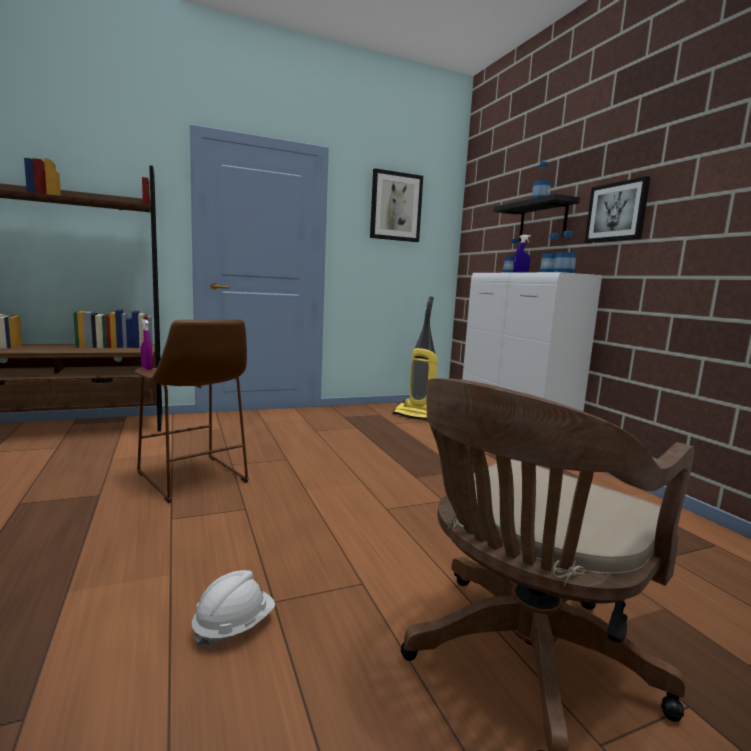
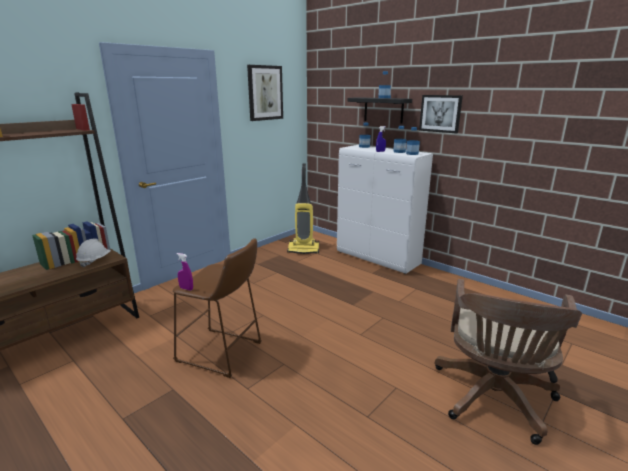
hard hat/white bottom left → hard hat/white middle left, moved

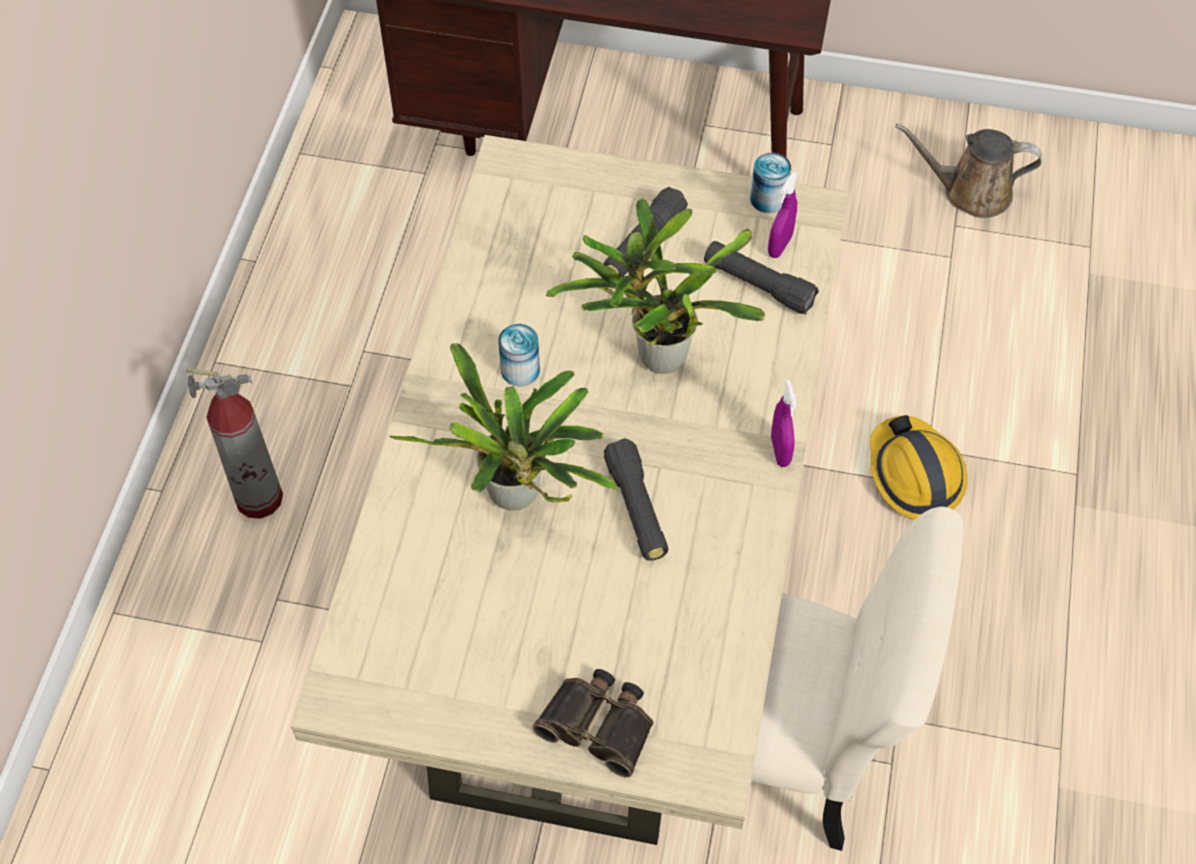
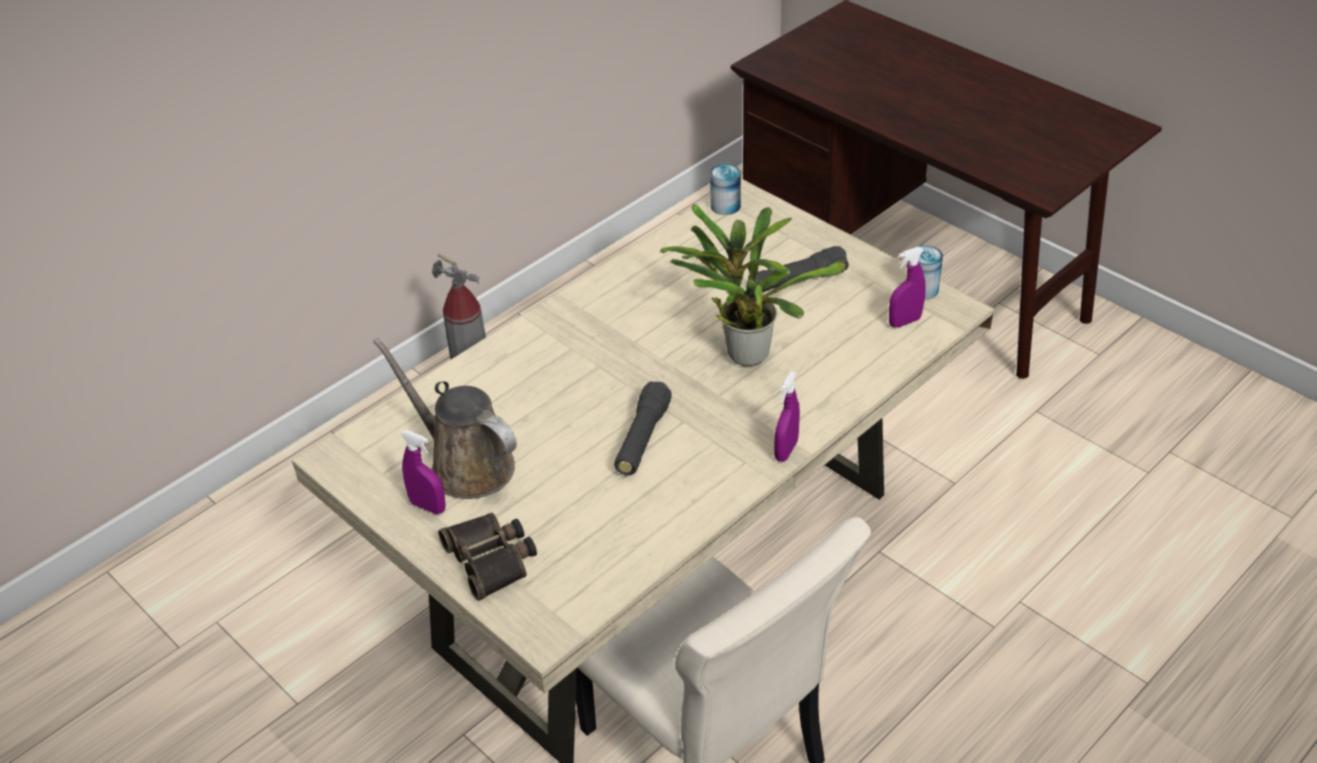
plant in a pot (1st from left) centre → -
sealed can (1st from left) centre → sealed can (1st from left) top centre, moved
hand torch/black-coloured (3rd from left) top centre → -
hard hat middle right → -
watering can/brownish top right → watering can/brownish centre, moved
- → hand sprayer/purplish (1st from left) middle left

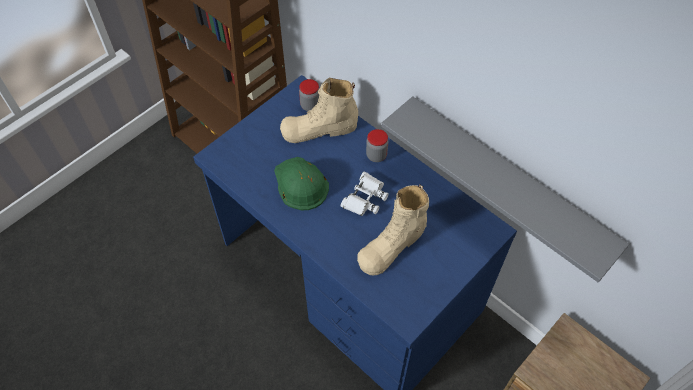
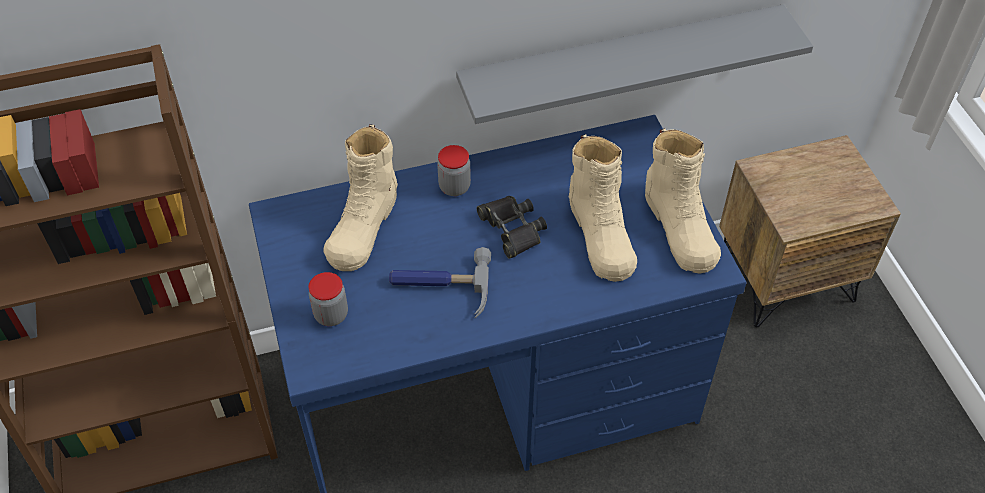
hard hat/greenish centre → hammer centre
preserve jar (1st from left) top centre → preserve jar (1st from left) middle left, moved
binoculars/white centre → binoculars/black-coloured centre
- → tall boot/sand-coloured (3rd from left) middle right

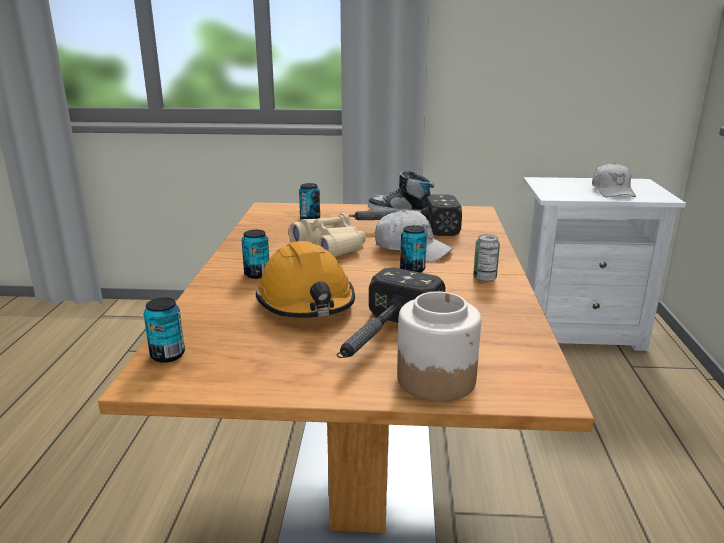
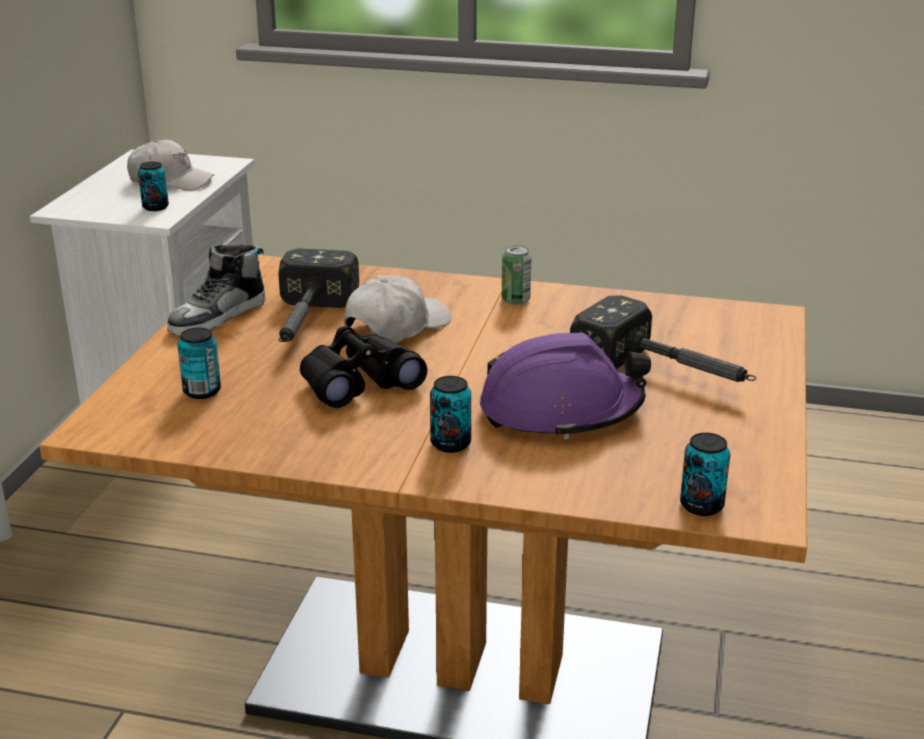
hard hat/orange-coloured centre → hard hat/purplish centre
binoculars/sand-coloured centre → binoculars/black-coloured centre
preserve jar centre → -
sealed can (4th from left in the first image) centre → sealed can (1st from left) top left, moved

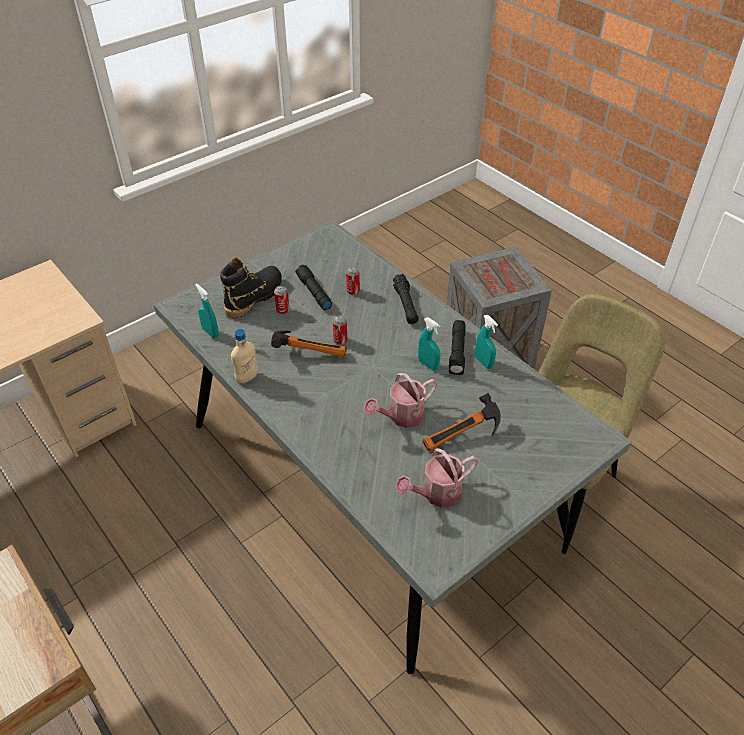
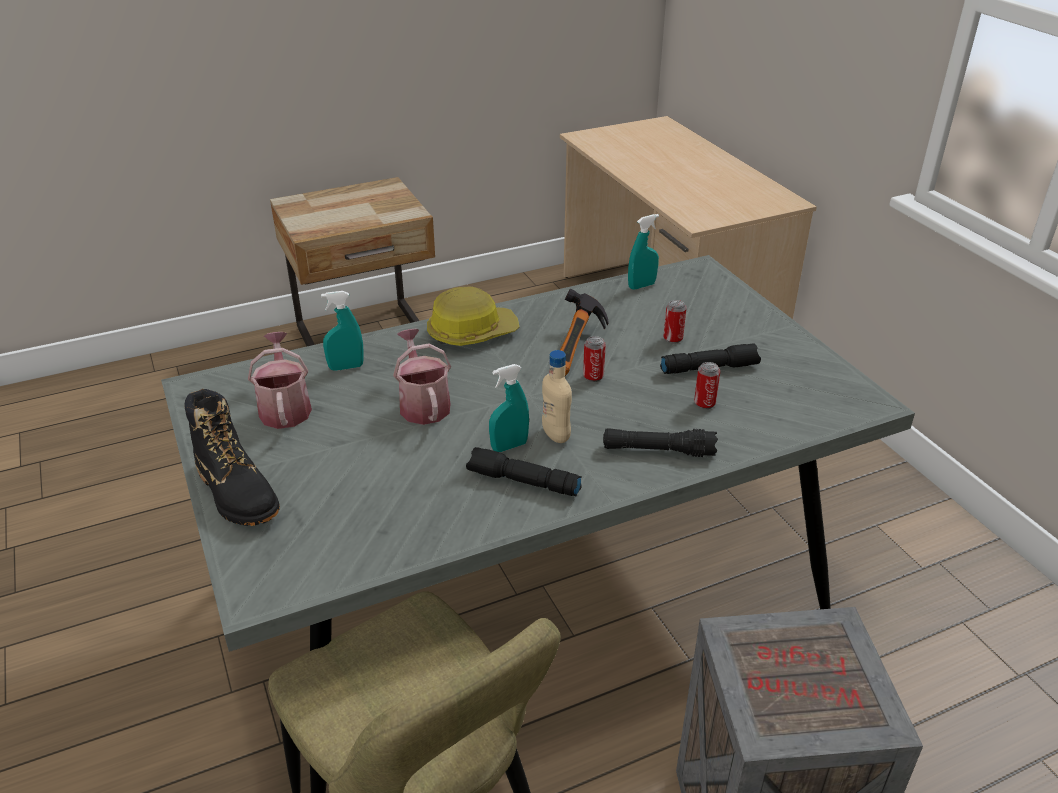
tall boot/black-coloured centre → tall boot/black-coloured middle left, moved
beverage bottle/sand-coloured middle left → beverage bottle/sand-coloured centre, moved
hammer (2nd from left) centre → -
hand sprayer/blue-green (3rd from left in the first image) centre → hand sprayer/blue-green (1st from left) middle left, moved
- → hard hat centre

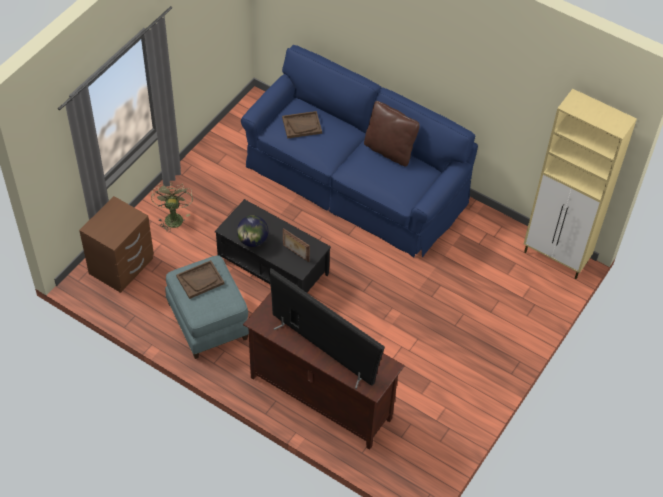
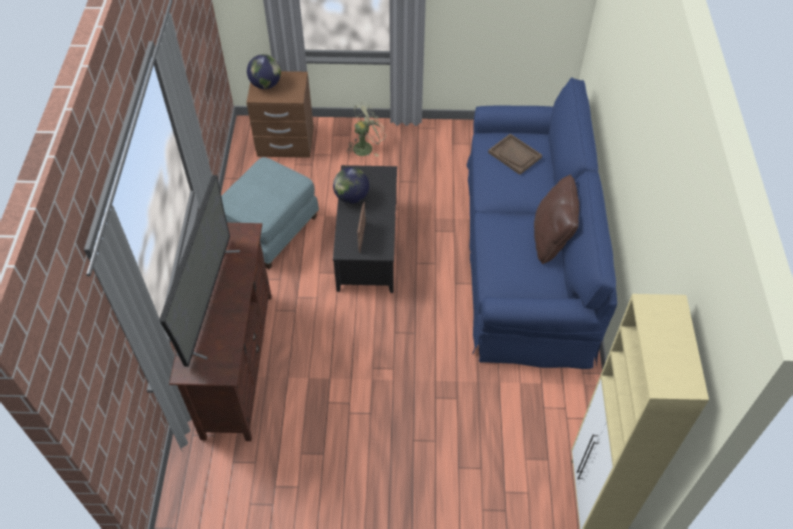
serving tray/brownish (1st from left) middle left → -
- → desk globe (1st from left) top left

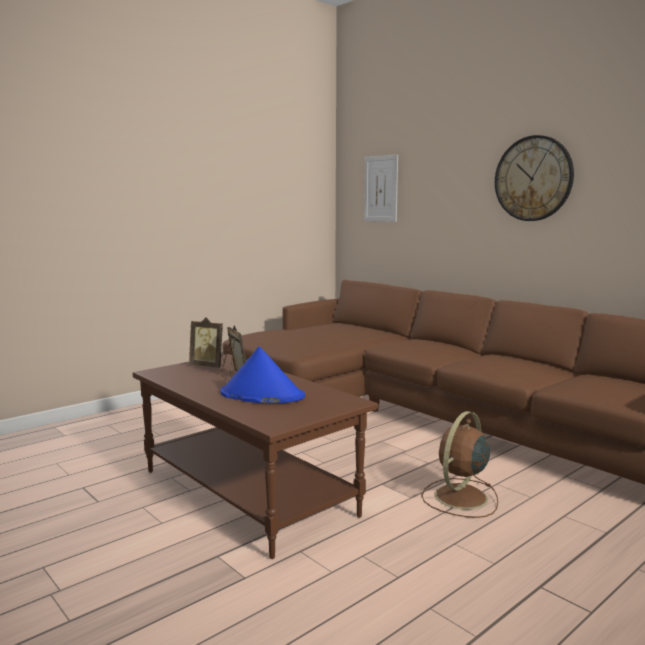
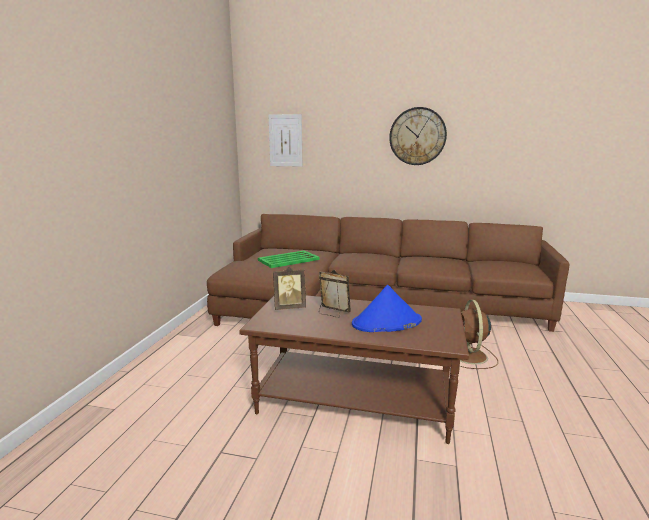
- → serving tray/greenish centre

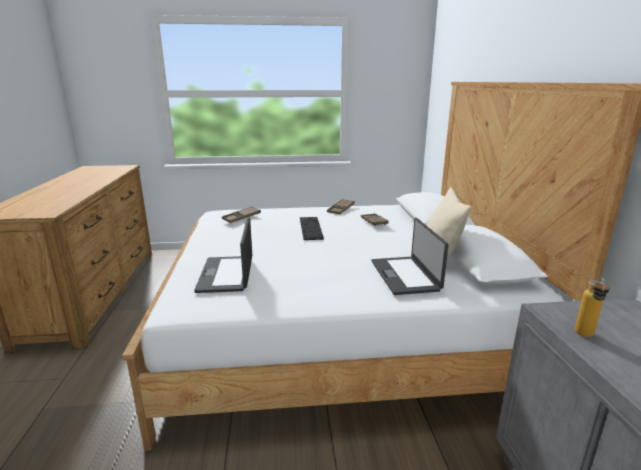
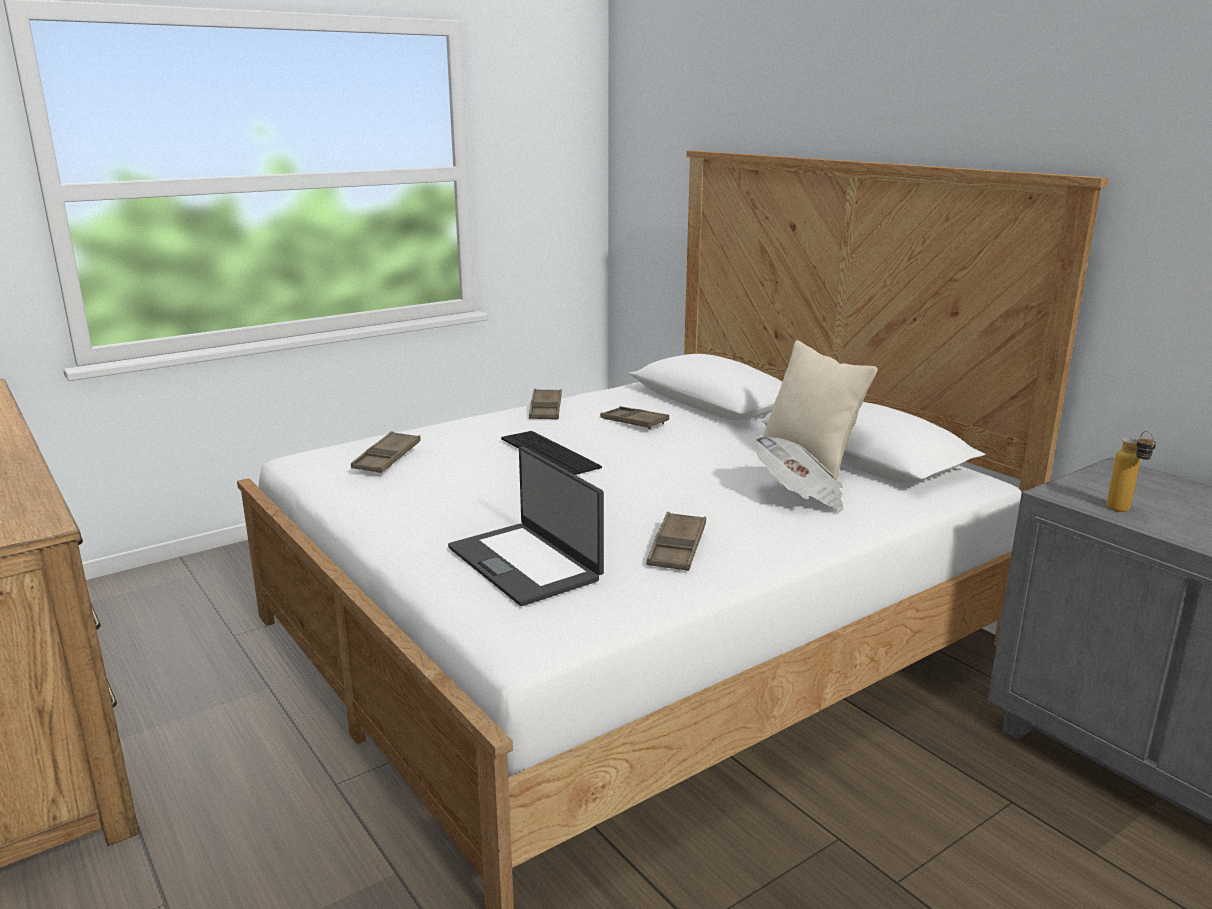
portable computer (2nd from left) centre → newspaper centre
- → serving tray/brownish (4th from left) centre

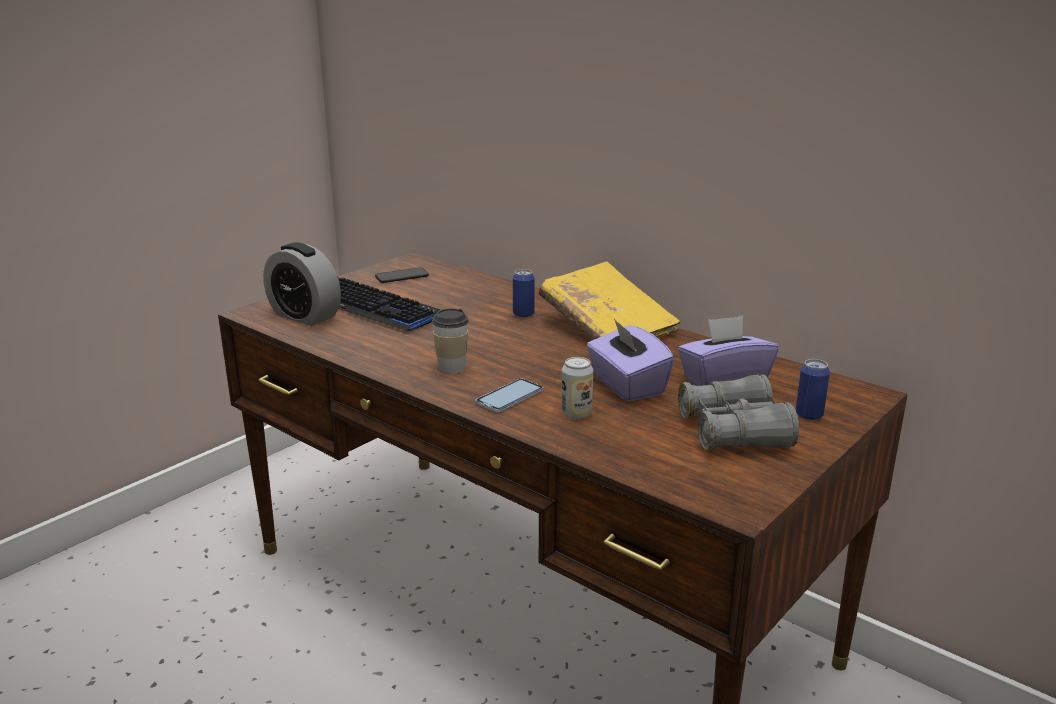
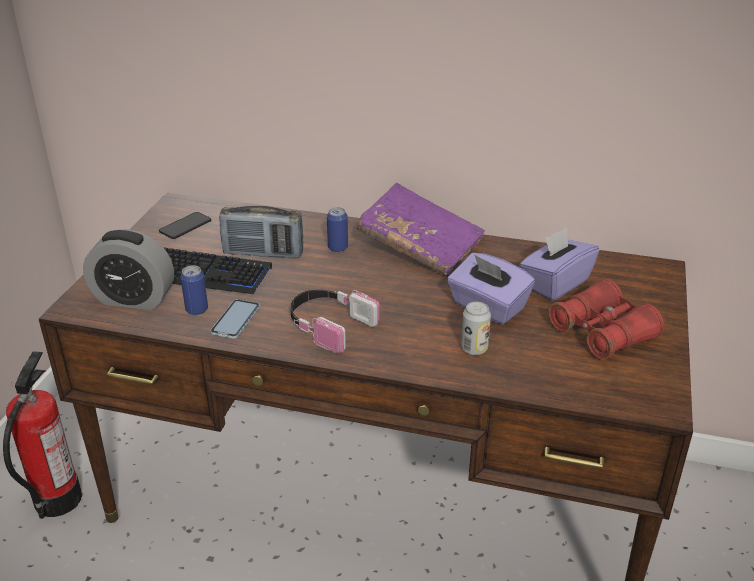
small cup centre → headset centre
handset (2nd from left) centre → handset (2nd from left) middle left, moved
bound book/yellow-coloured centre → bound book/purplish centre
binoculars/grey middle right → binoculars/red-coloured middle right
sealed can (3rd from left in the first image) middle right → sealed can (1st from left) middle left, moved
- → fire extinguisher bottom left
- → radio centre

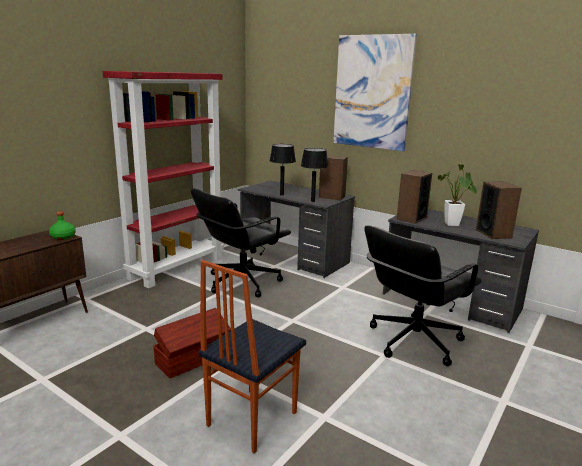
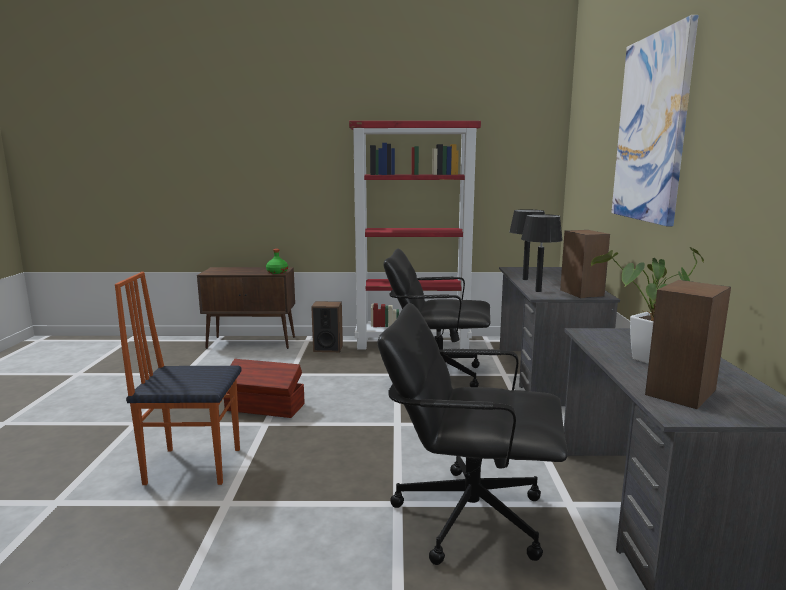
loudspeaker (2nd from left in the first image) middle right → loudspeaker (1st from left) centre, moved

